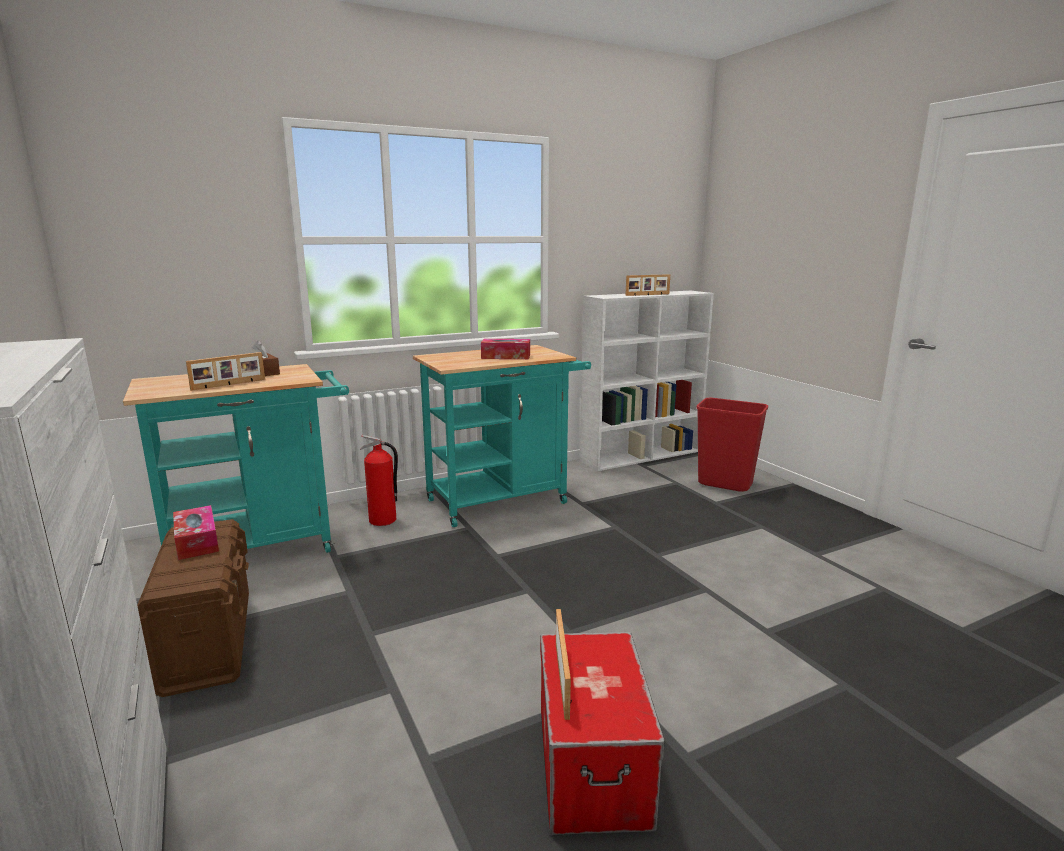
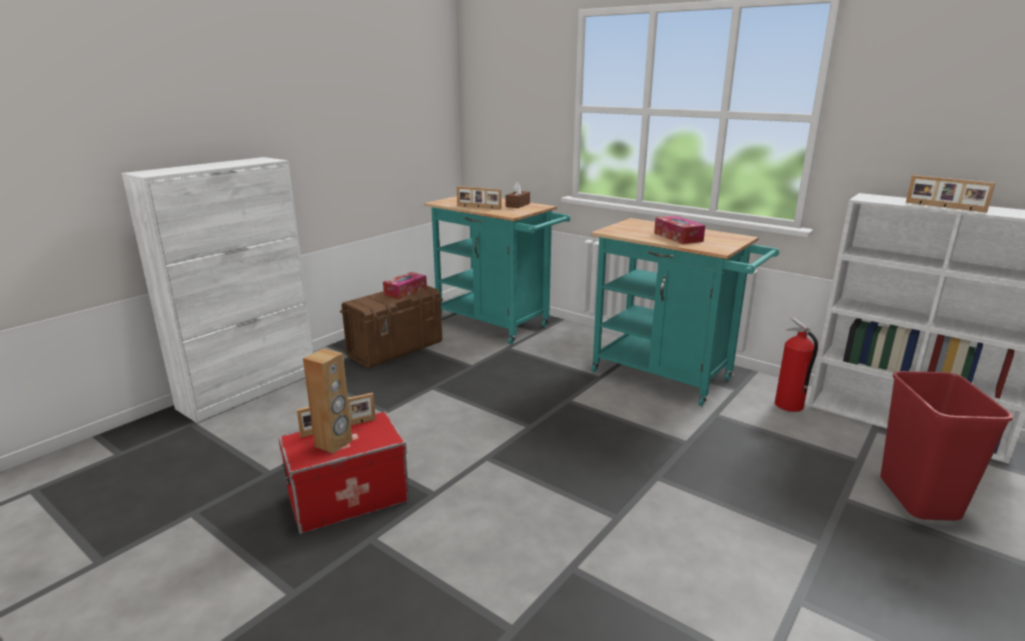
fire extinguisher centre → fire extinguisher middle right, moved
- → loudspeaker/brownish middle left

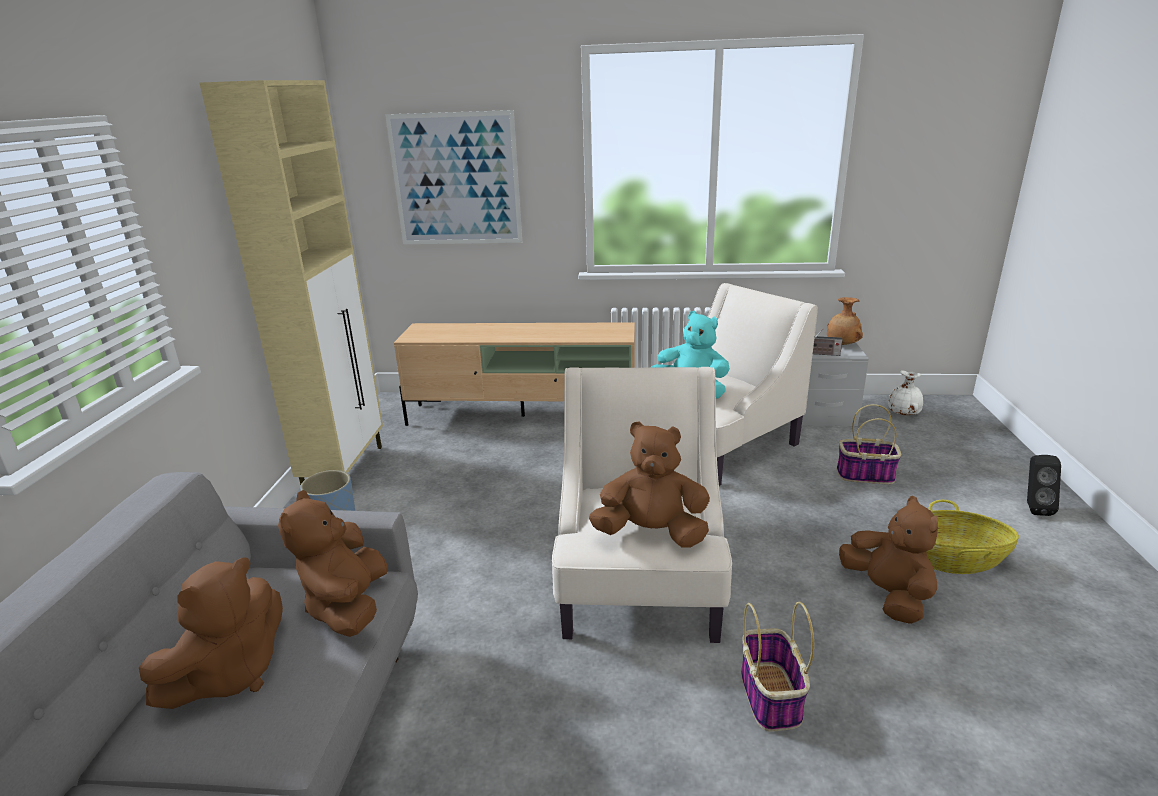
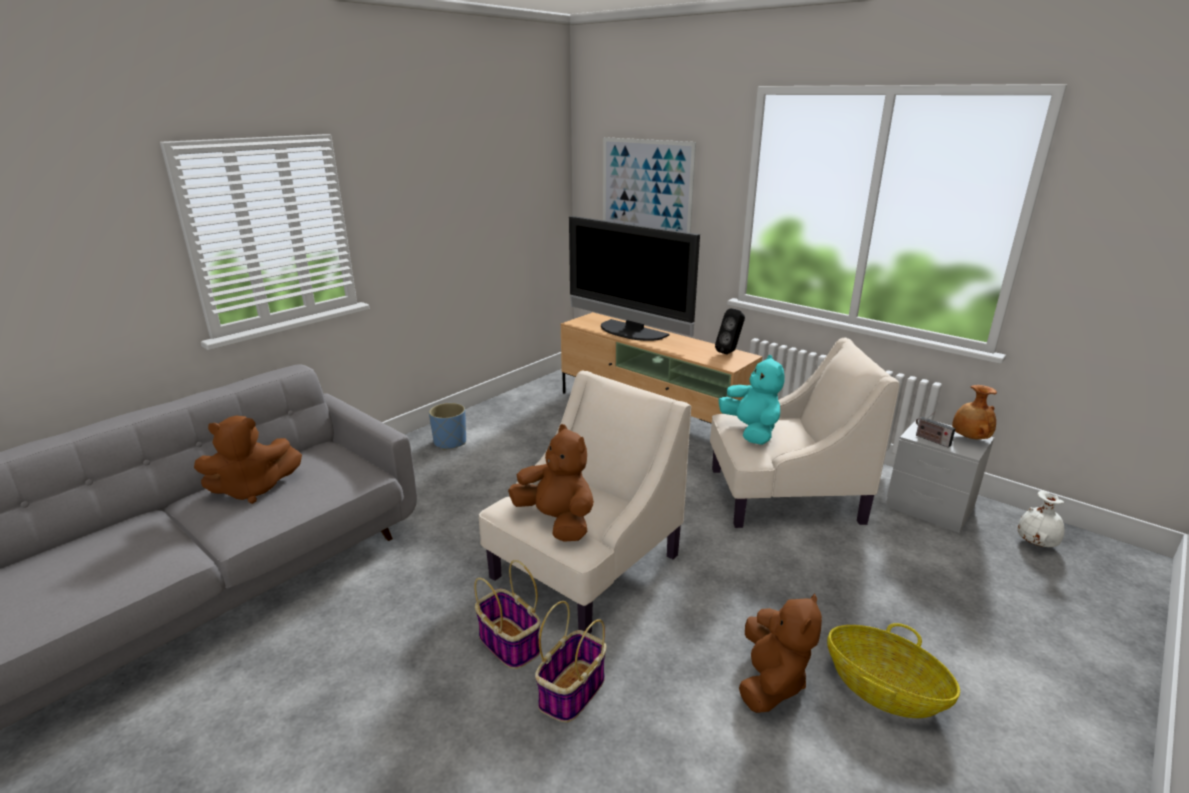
cabinet/sand-coloured middle left → -
soft toy/brownish (2nd from left) bottom left → -
household basket (2nd from left in the first image) middle right → household basket (1st from left) bottom centre, moved
loudspeaker/black-coloured middle right → loudspeaker/black-coloured centre, moved
- → TV centre

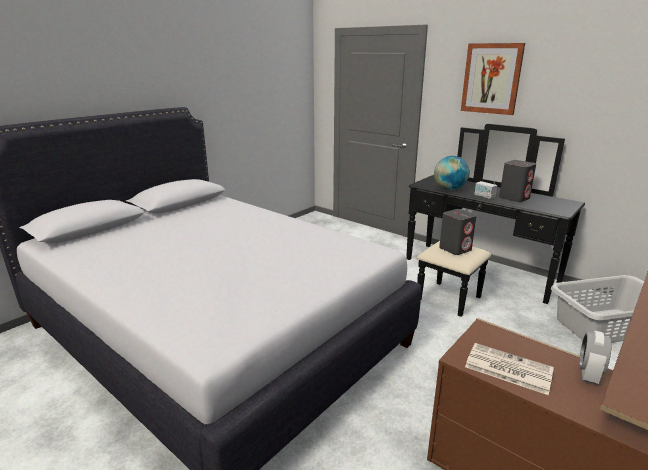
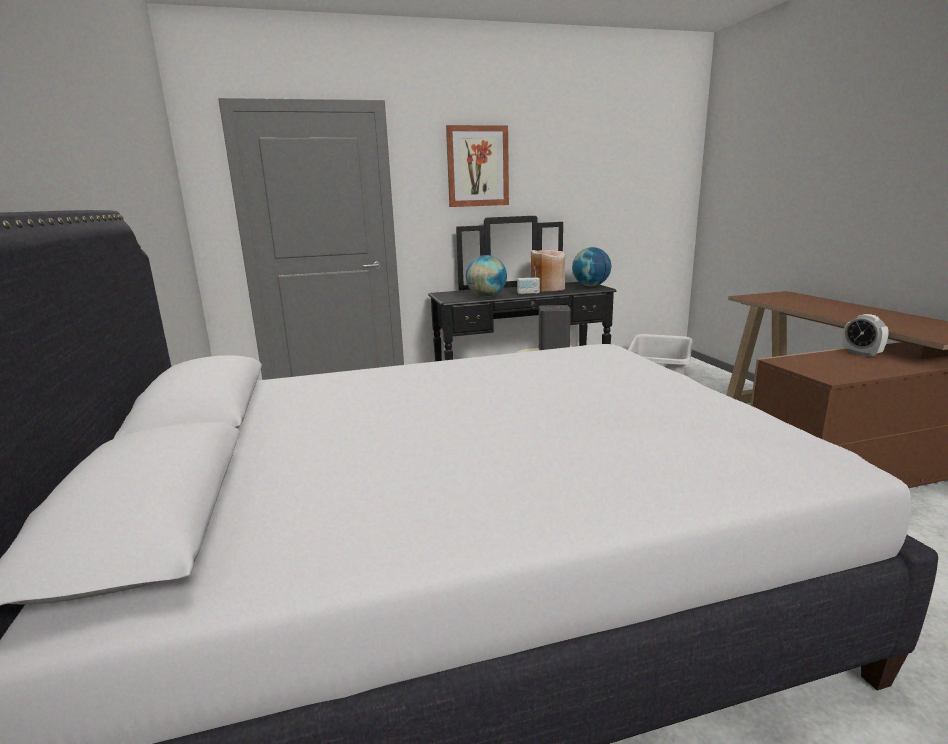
newspaper bottom right → -
loudspeaker/grey (2nd from left) middle right → flower vase/sand-coloured centre
- → desk globe (2nd from left) centre

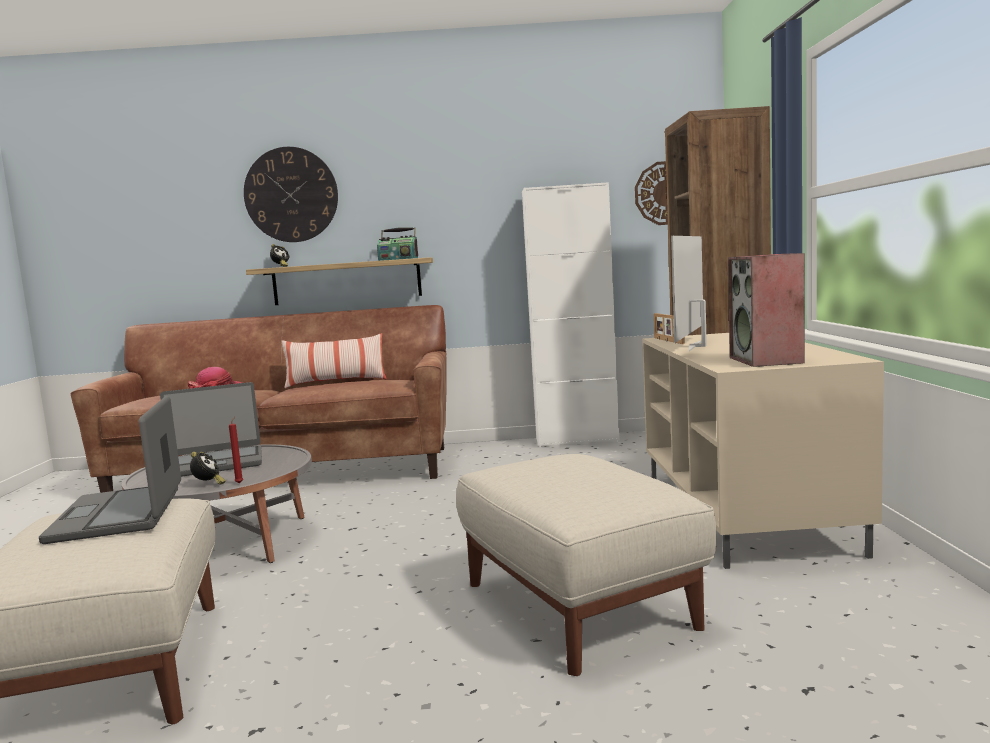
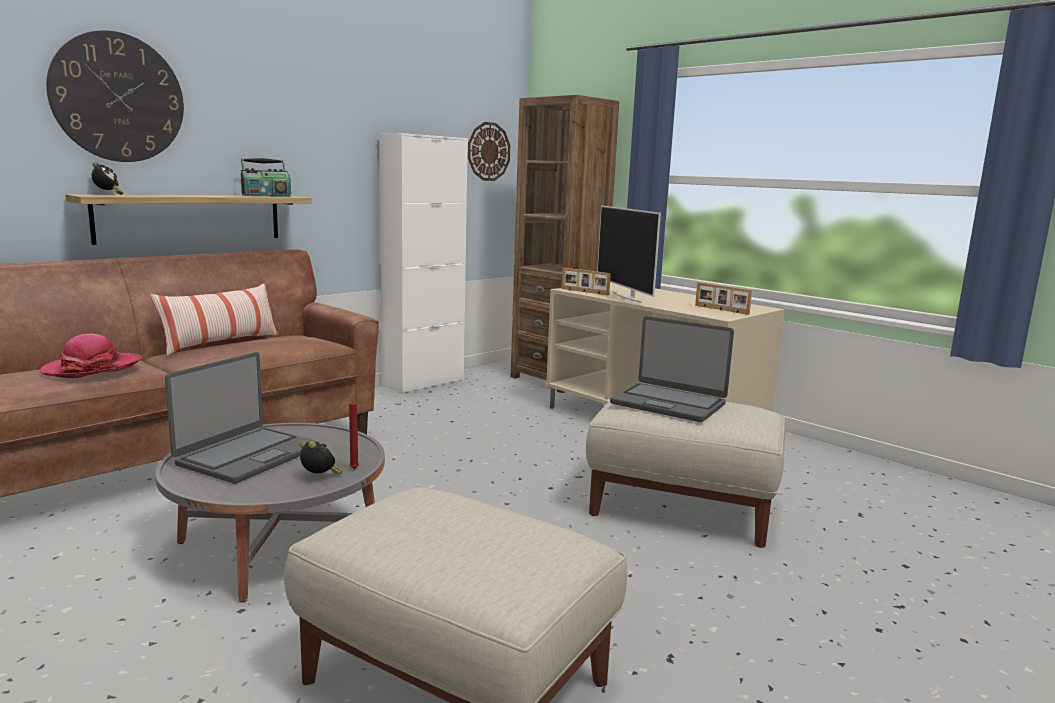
portable computer (1st from left in the first image) middle left → portable computer (2nd from left) centre, moved
loudspeaker middle right → photo frame (2nd from left) middle right

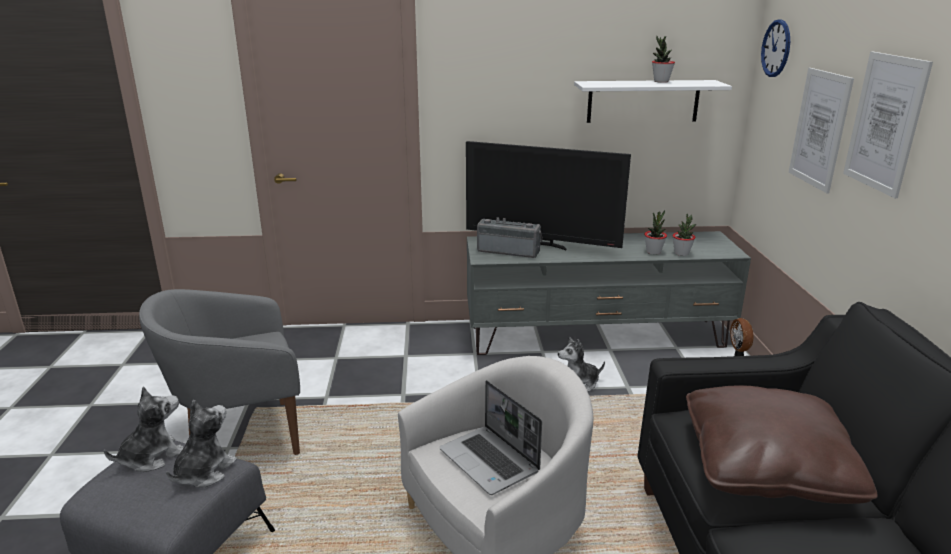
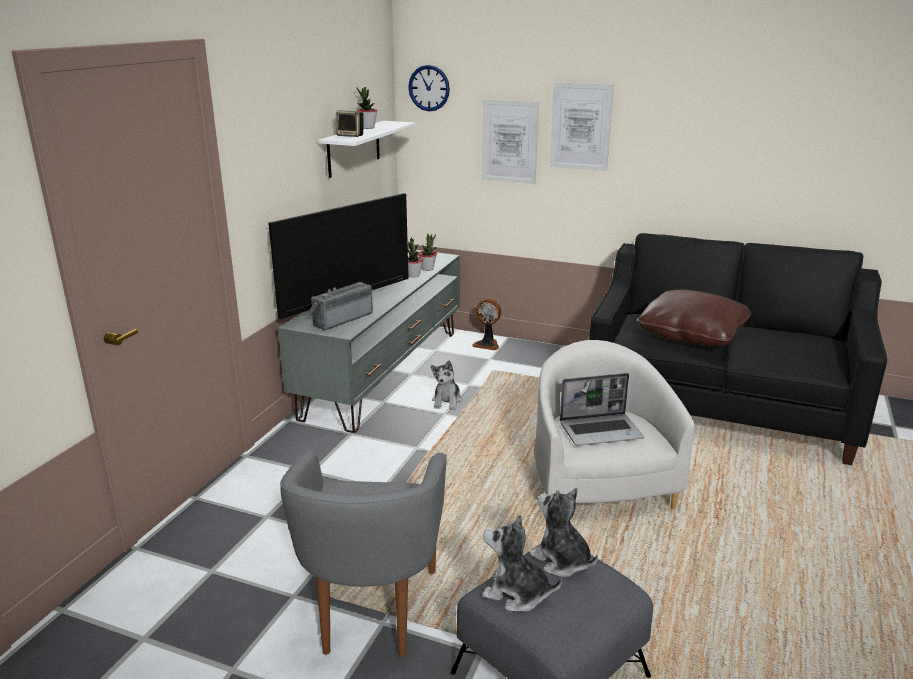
soft toy (1st from left in the first image) bottom left → soft toy (2nd from left) bottom centre, 45 degrees counterclockwise
- → loudspeaker top centre

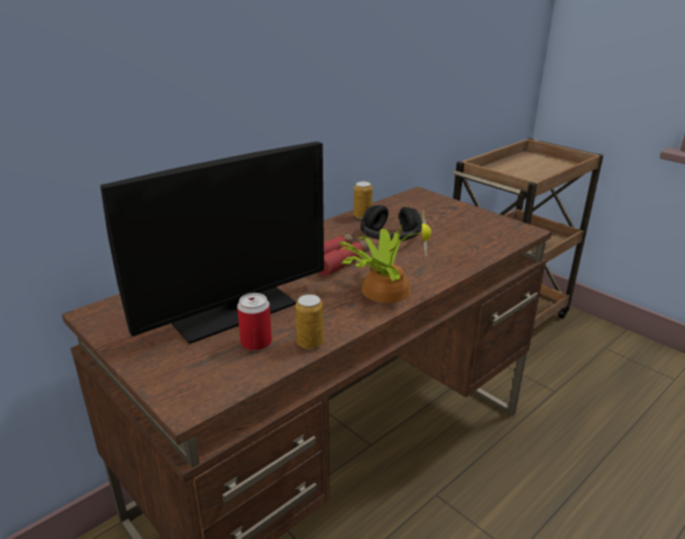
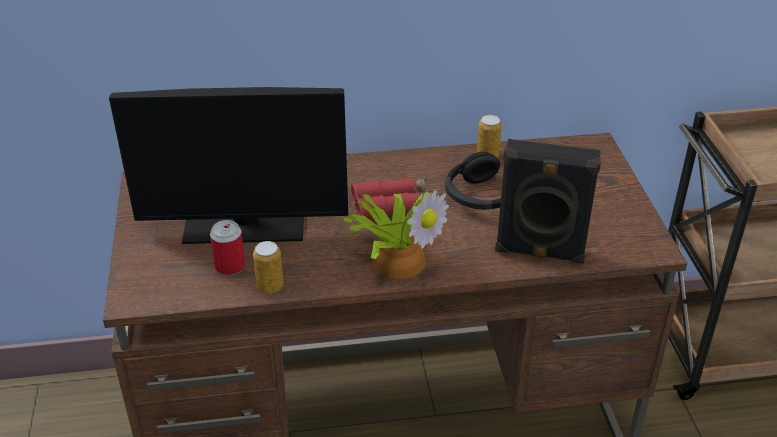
- → loudspeaker/black-coloured middle right

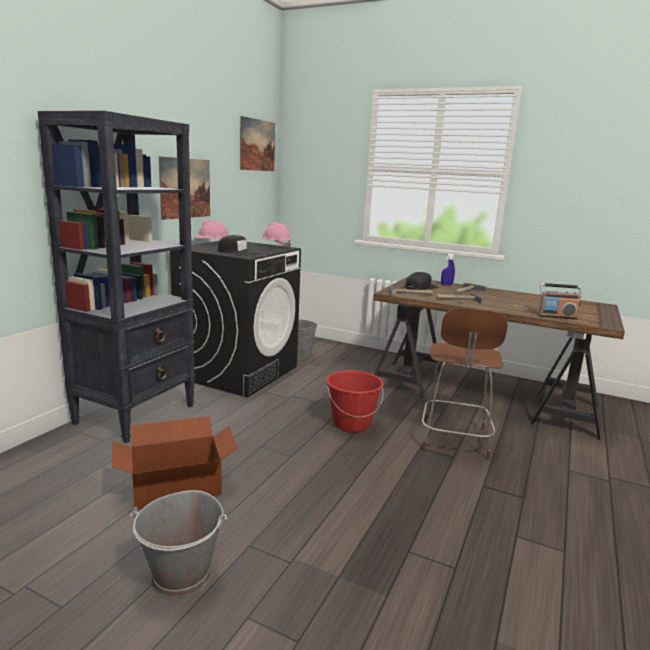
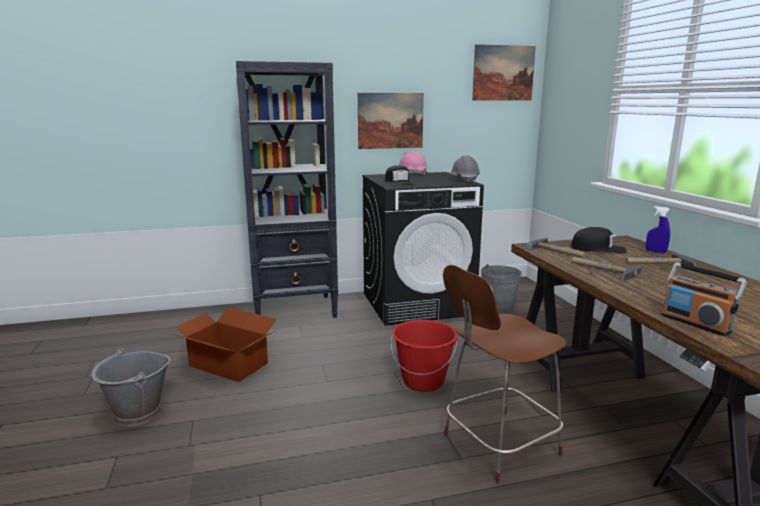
hard hat/pink-coloured (2nd from left) centre → hard hat/grey centre

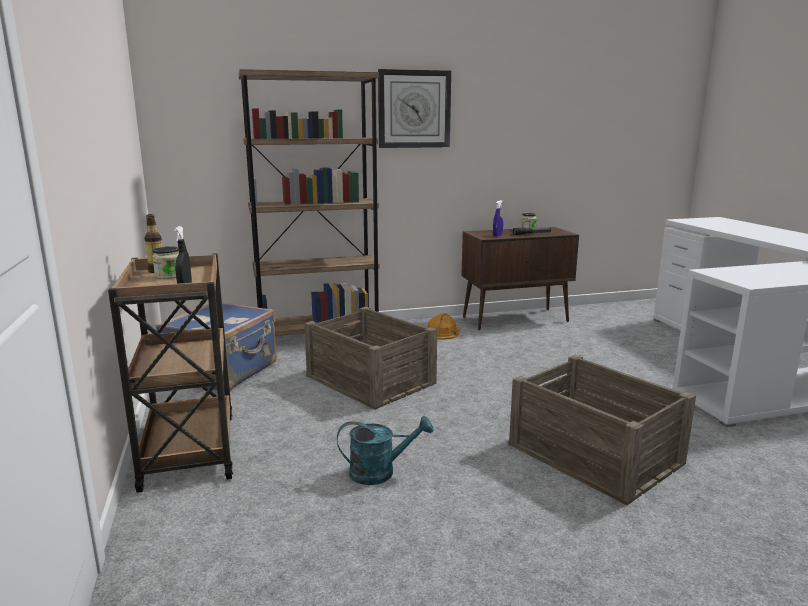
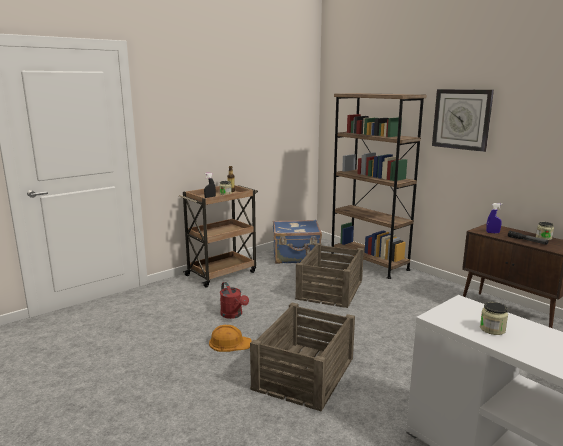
watering can/blue-green bottom centre → watering can/red-coloured bottom centre
hard hat/orange-coloured centre → hard hat/orange-coloured bottom centre, moved
- → preserve jar (2nd from left) bottom right

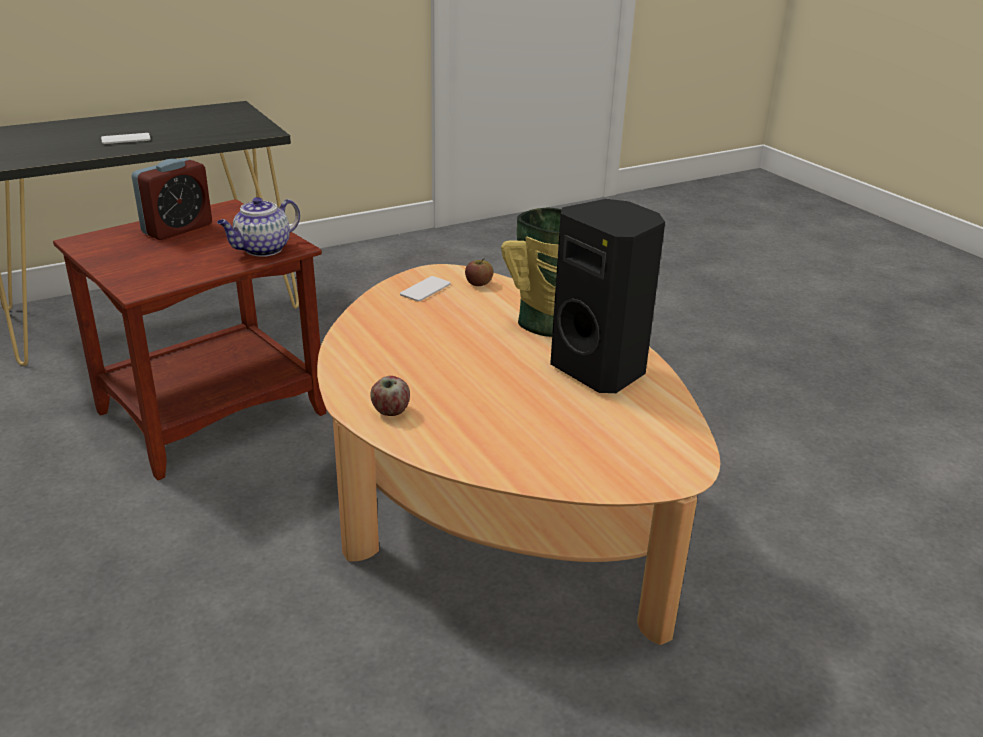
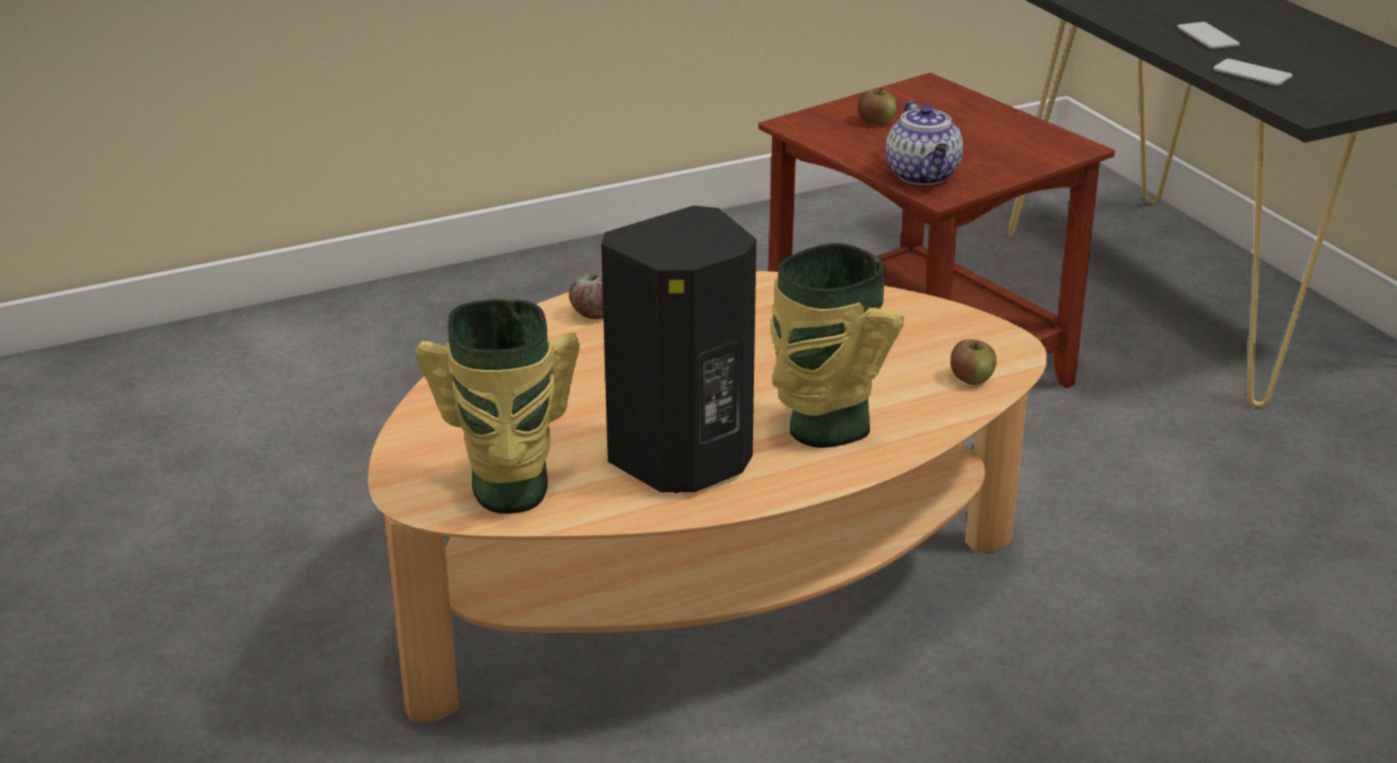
table clock top left → -
pot for tea top left → pot for tea top centre, 150 degrees counterclockwise
handset (2nd from left) centre → handset (2nd from left) top right, moved
- → flower vase (1st from left) centre
- → apple fruit (2nd from left) top centre

